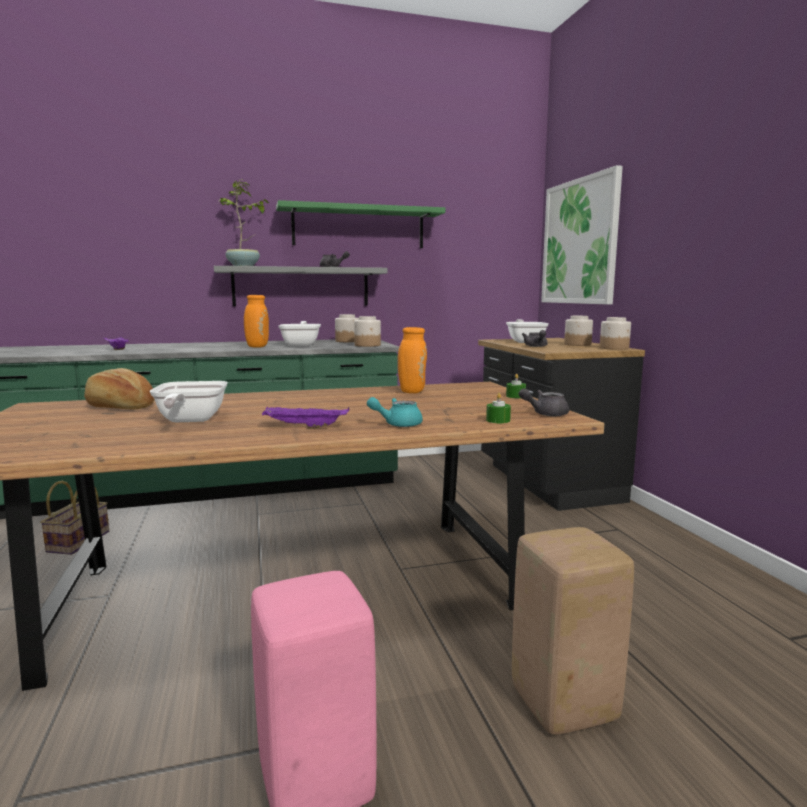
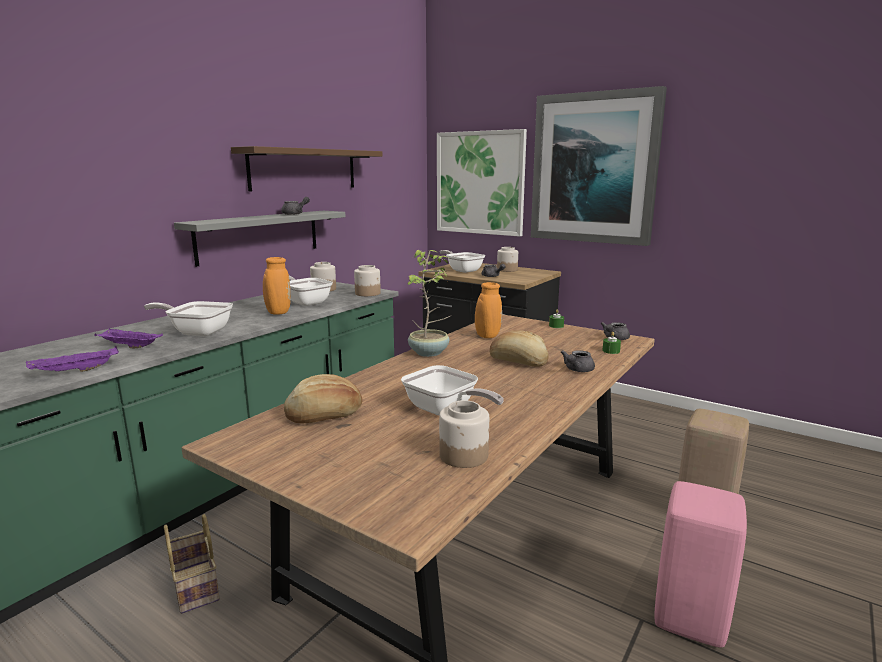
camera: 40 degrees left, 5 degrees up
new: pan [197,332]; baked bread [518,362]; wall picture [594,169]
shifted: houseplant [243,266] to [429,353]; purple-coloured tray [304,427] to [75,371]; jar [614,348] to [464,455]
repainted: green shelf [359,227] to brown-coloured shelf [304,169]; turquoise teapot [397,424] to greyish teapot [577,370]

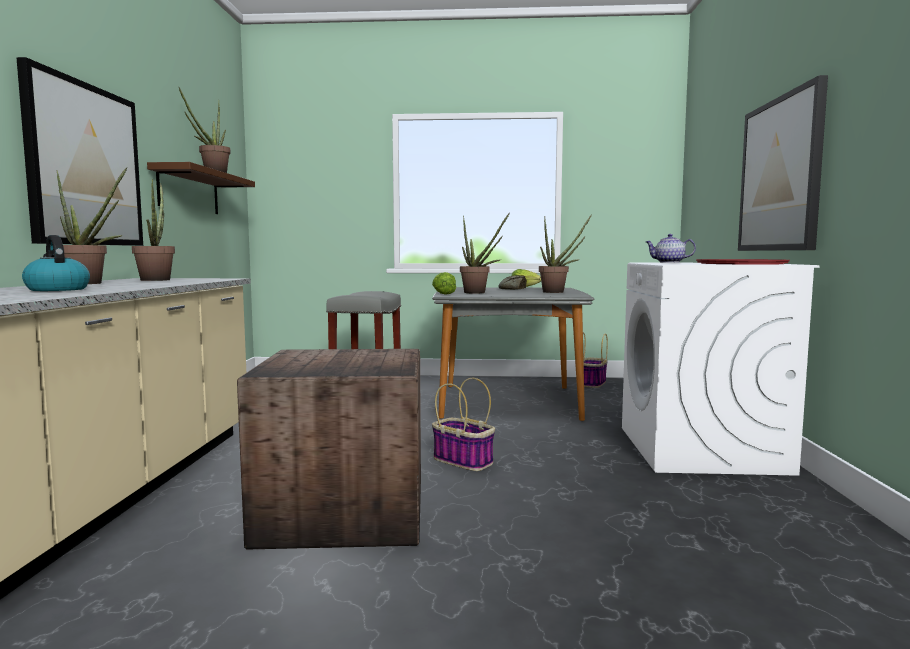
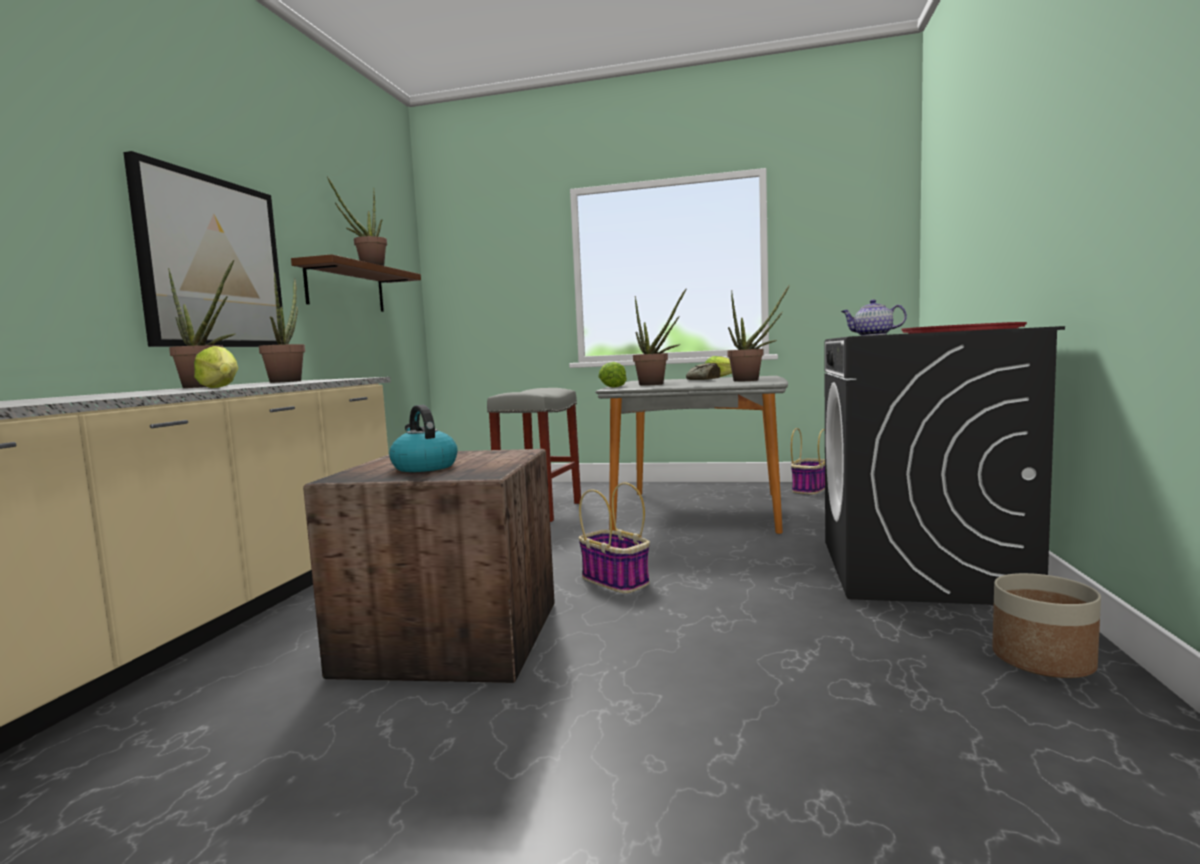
camera: 10 degrees right, 0 degrees up
gone: wall picture [780,175]
new: lettuce head [220,387]; plant pot [1043,660]
shifted: tea kettle [57,289] to [424,467]
repainted: white-coloured laundry machine [701,450] to black-coloured laundry machine [920,571]

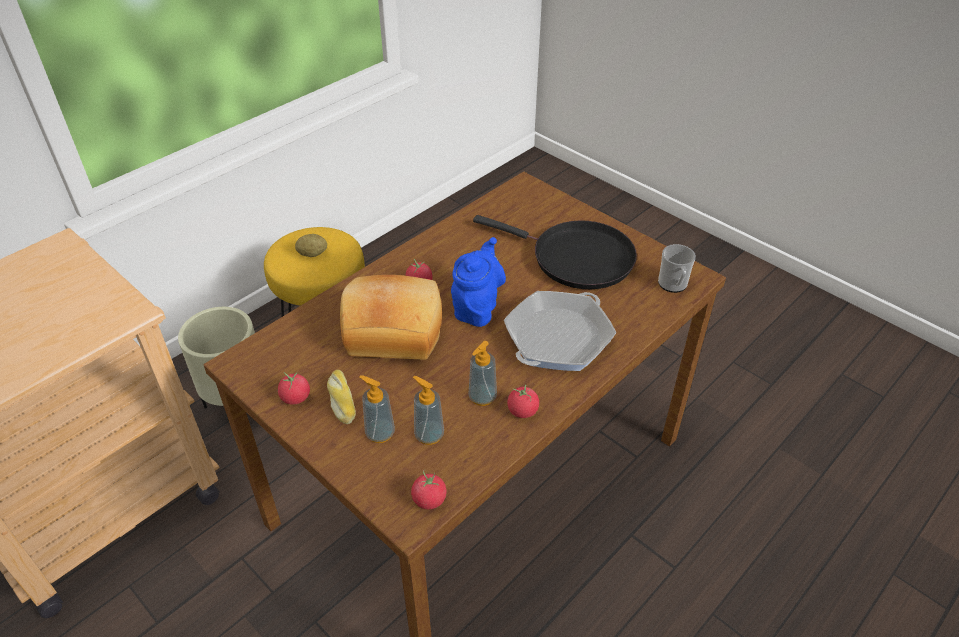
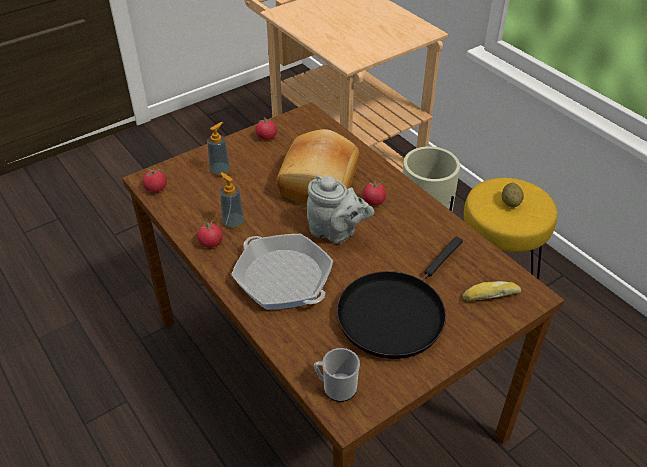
camera: 100 degrees right, 0 degrees up
gone: liquid soap bottle [429,435]
shifted: baked bread [340,401] to [490,295]
repainted: blue teapot [477,307] to greyish teapot [336,232]

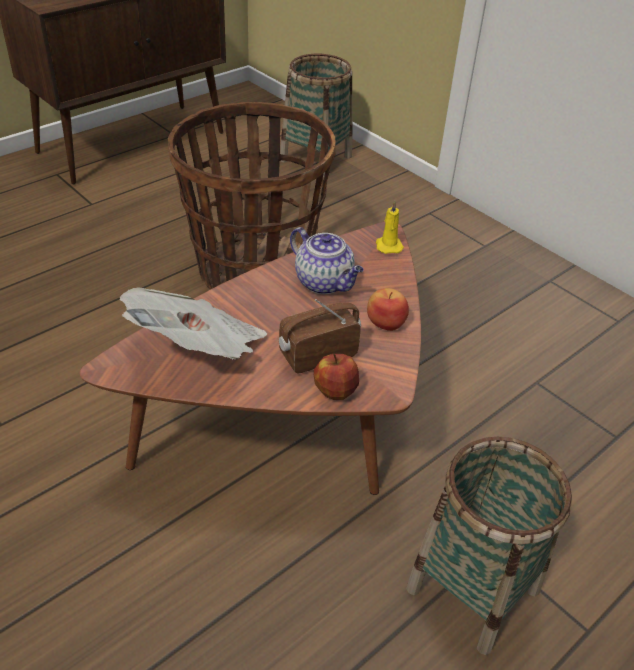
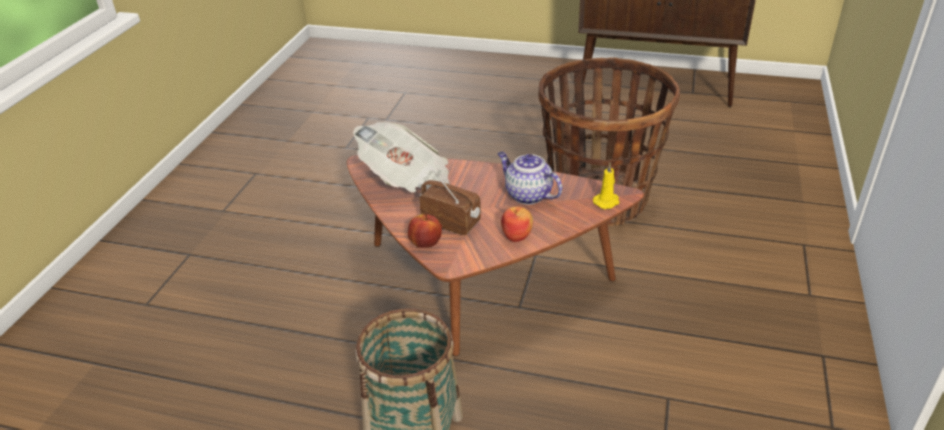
camera: 60 degrees right, 5 degrees down
gone: basket [316,159]
rotated: teapot [325,283] = [527,195] 120 degrees clockwise

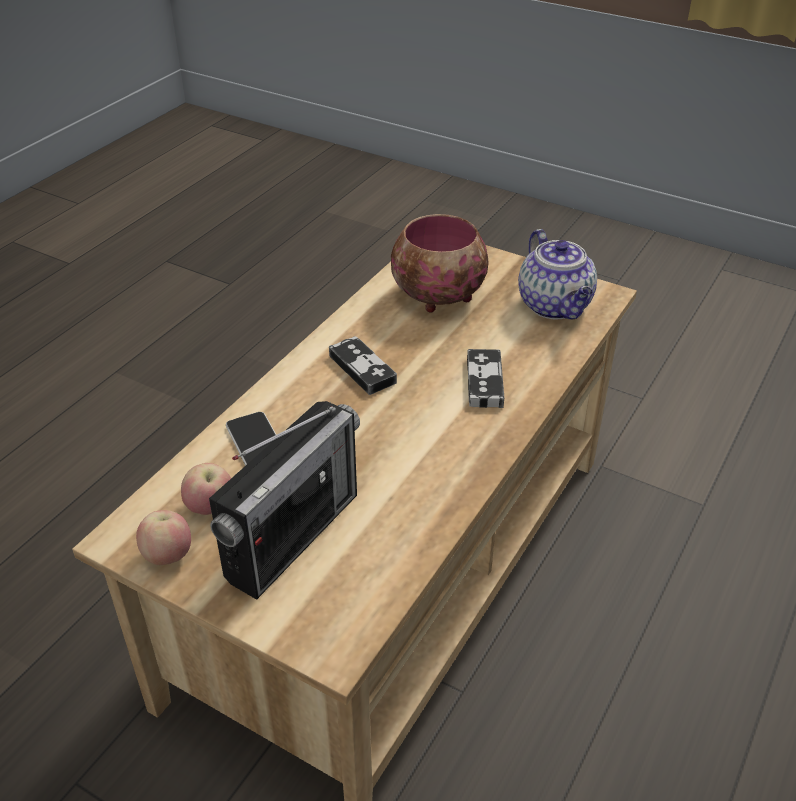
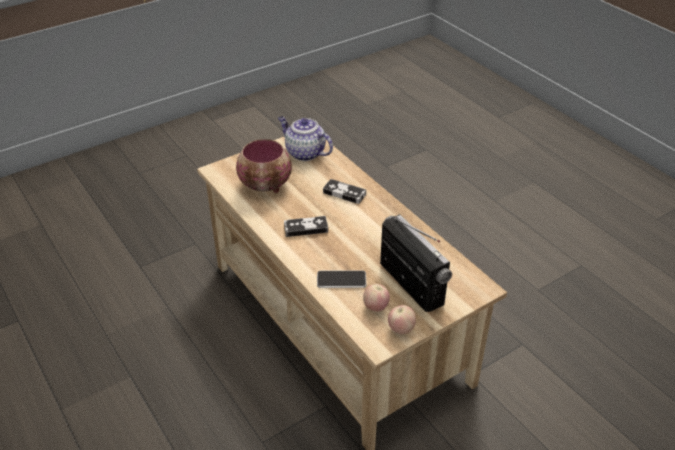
camera: 65 degrees left, 0 degrees up
rotated: teapot [556,306] = [304,153] 150 degrees counterclockwise

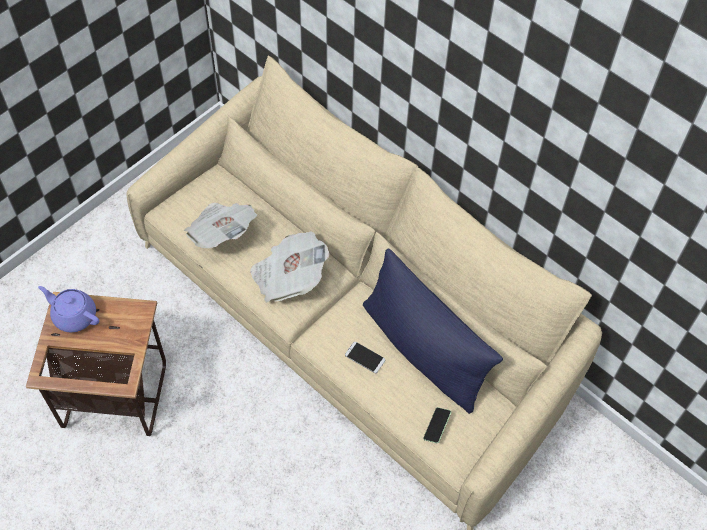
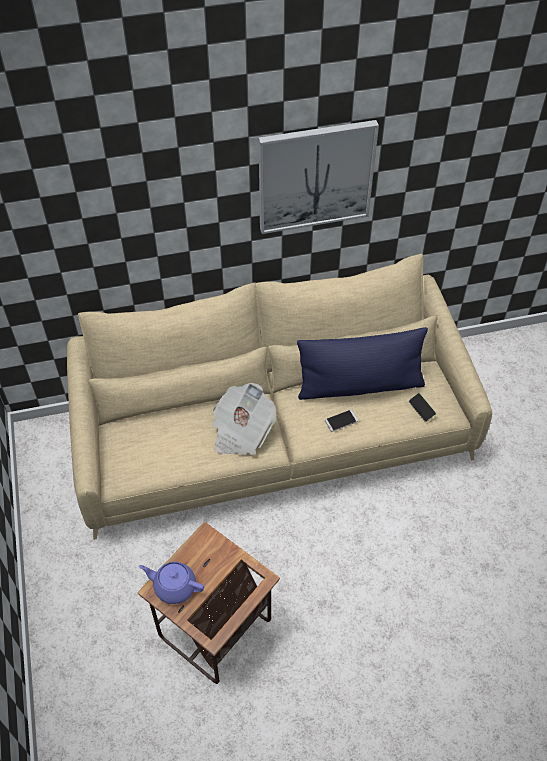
camera: 55 degrees left, 5 degrees down
gone: daily paper [221,233]
new: wall picture [315,176]
rotated: purple-coloured teapot [74,316] = [174,586] 45 degrees clockwise

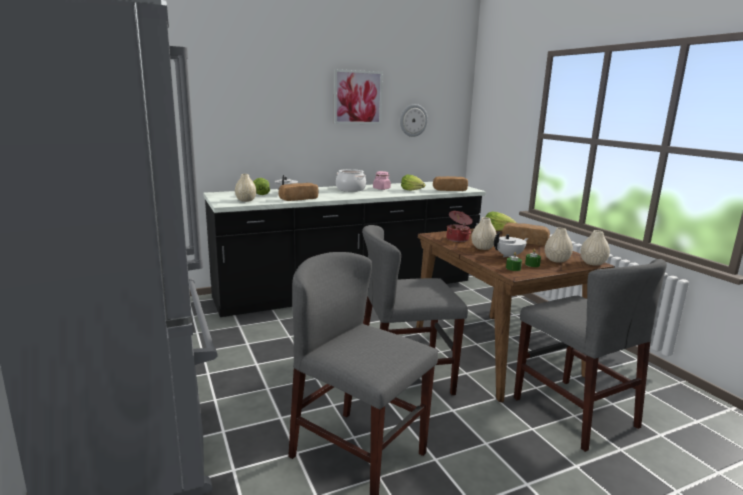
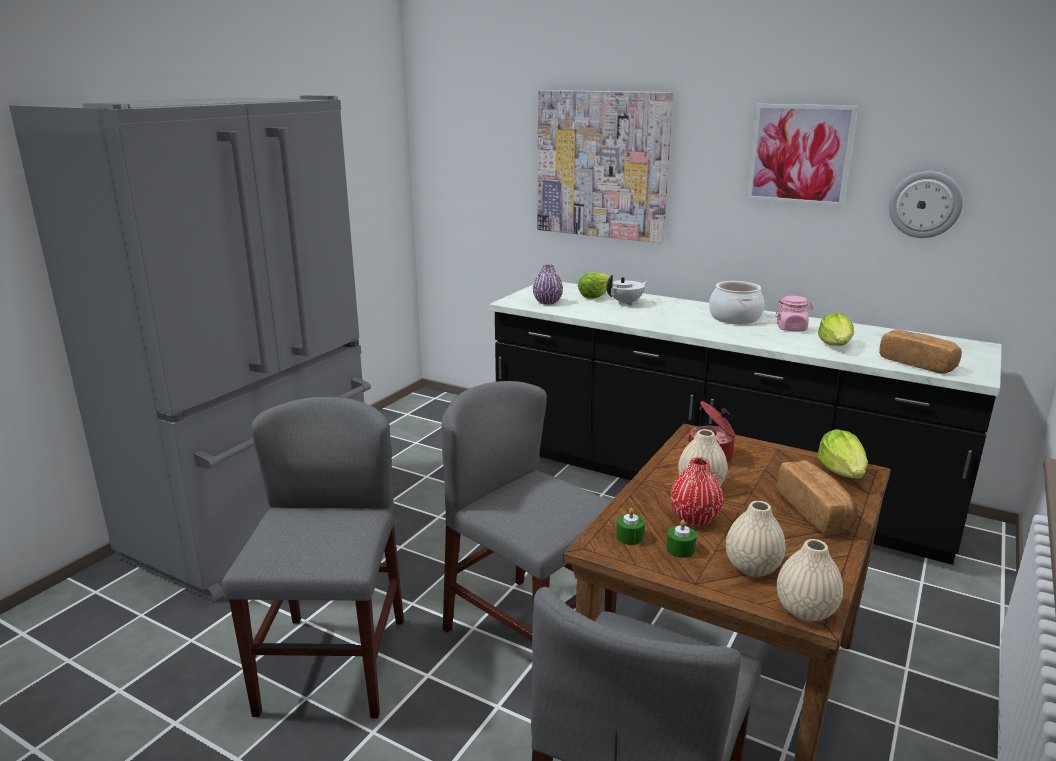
camera: 55 degrees right, 5 degrees up
gone: baked bread [298,199]
new: wall picture [602,165]
swapped: white-coloured teapot [509,256] to reddish vase [694,518]
repainted: sand-coloured vase [246,200] to purple-coloured vase [547,302]

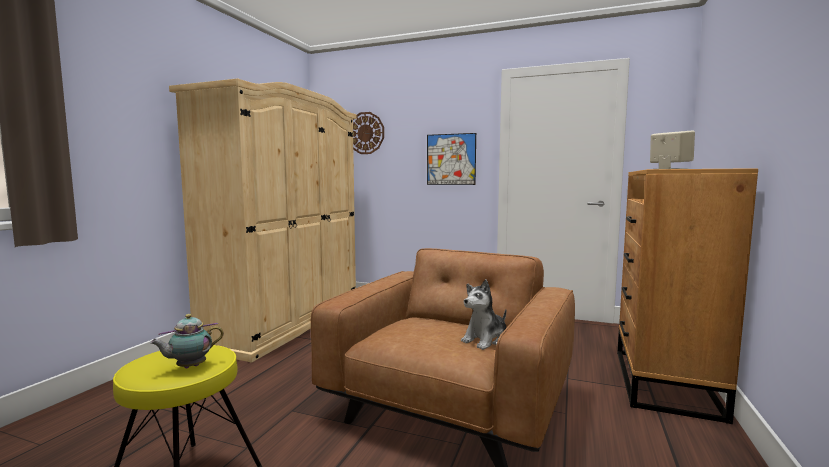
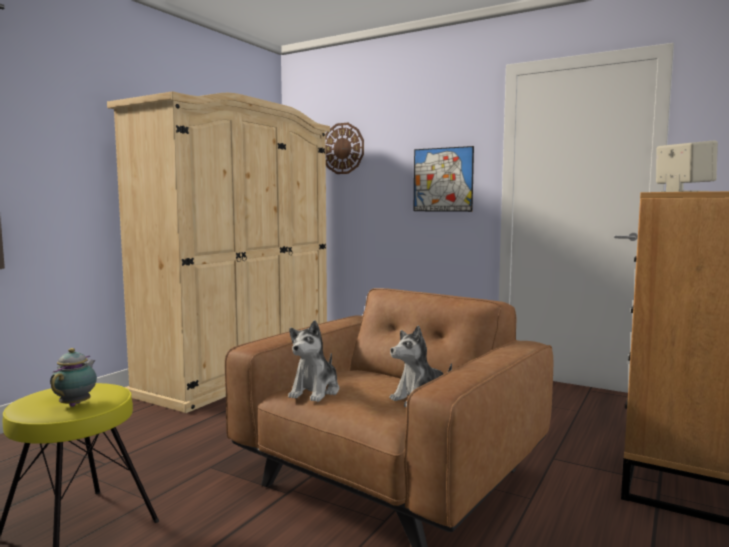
camera: 10 degrees right, 0 degrees up
new: plush toy [315,391]
rotated: teapot [189,367] = [77,404] 120 degrees clockwise

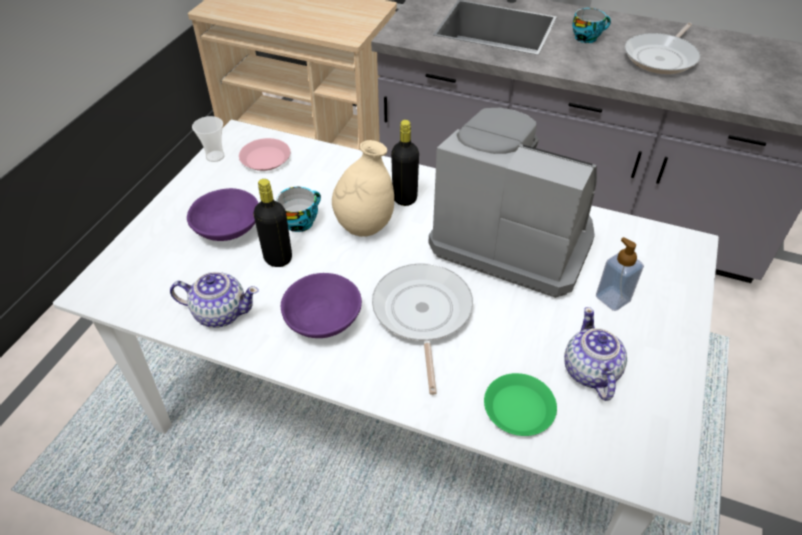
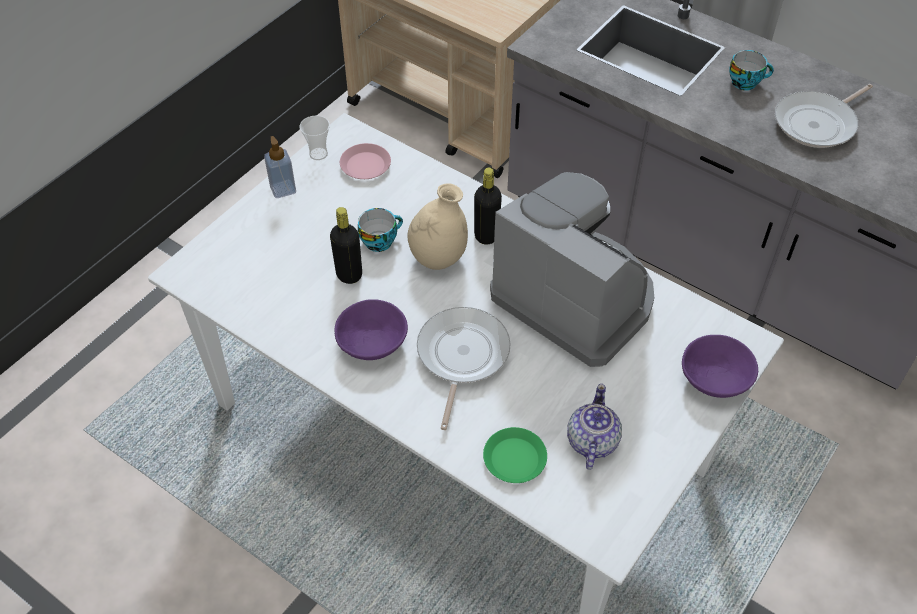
camera: 15 degrees right, 5 degrees up
gone: teapot [220,312]
shifted: purple-coloured deep dish [227,229] to [714,378]; liquid soap bottle [612,298] to [283,189]

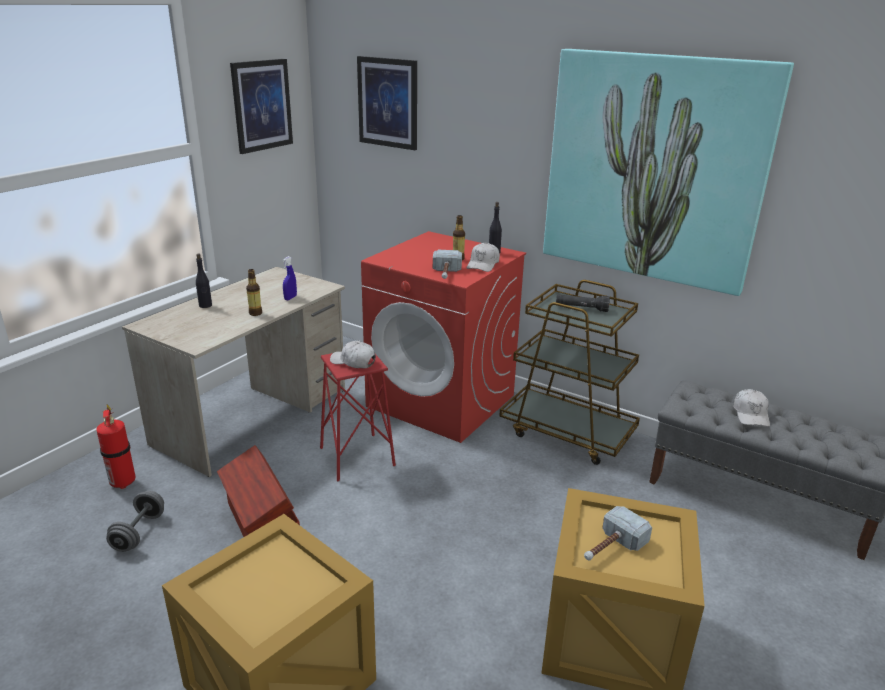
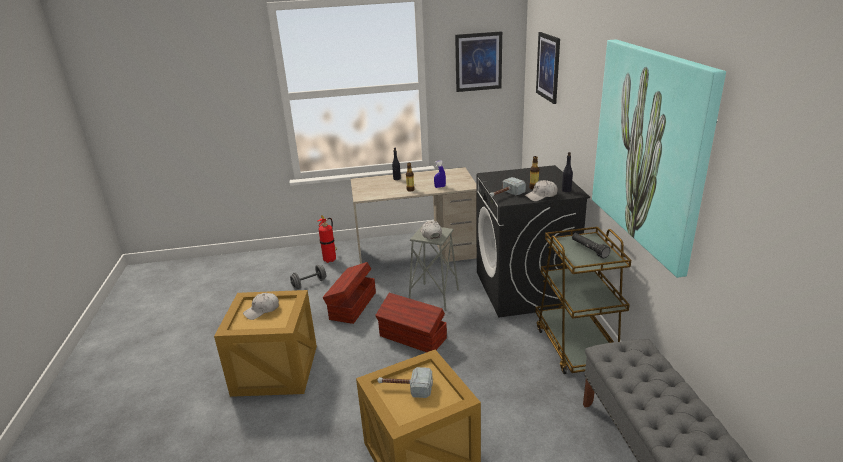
camera: 50 degrees right, 0 degrees up
new: brown-coloured storage box [413,338]
shifted: white-coloured cap [751,414] to [262,310]
repainted: reddish stool seat [356,457] to greyish stool seat [434,297]; reddish laundry machine [442,401] to black-coloured laundry machine [524,289]

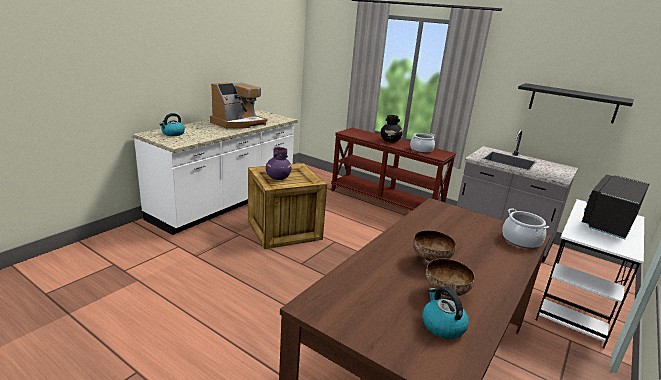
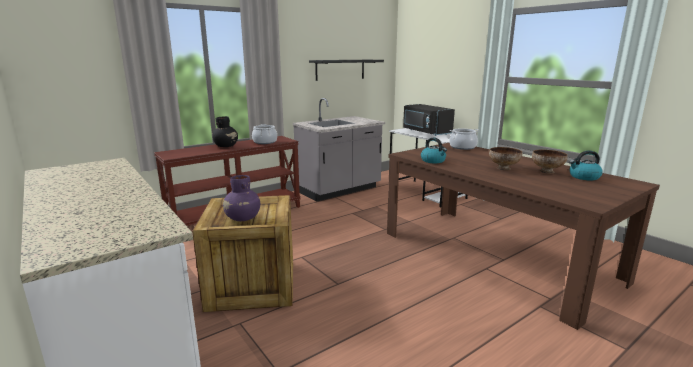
camera: 70 degrees left, 5 degrees down
gone: coffee machine [238,123]
shifted: tea kettle [173,134] to [433,161]

